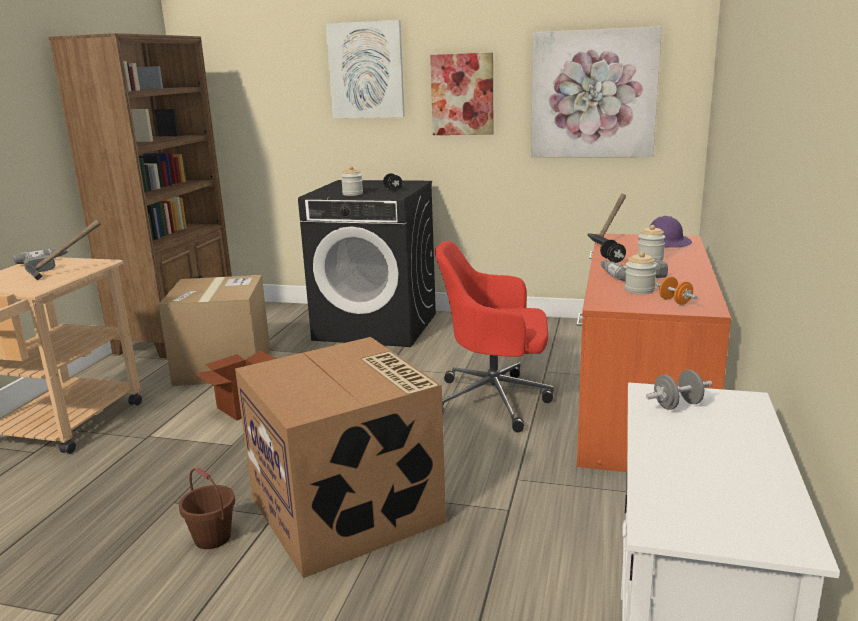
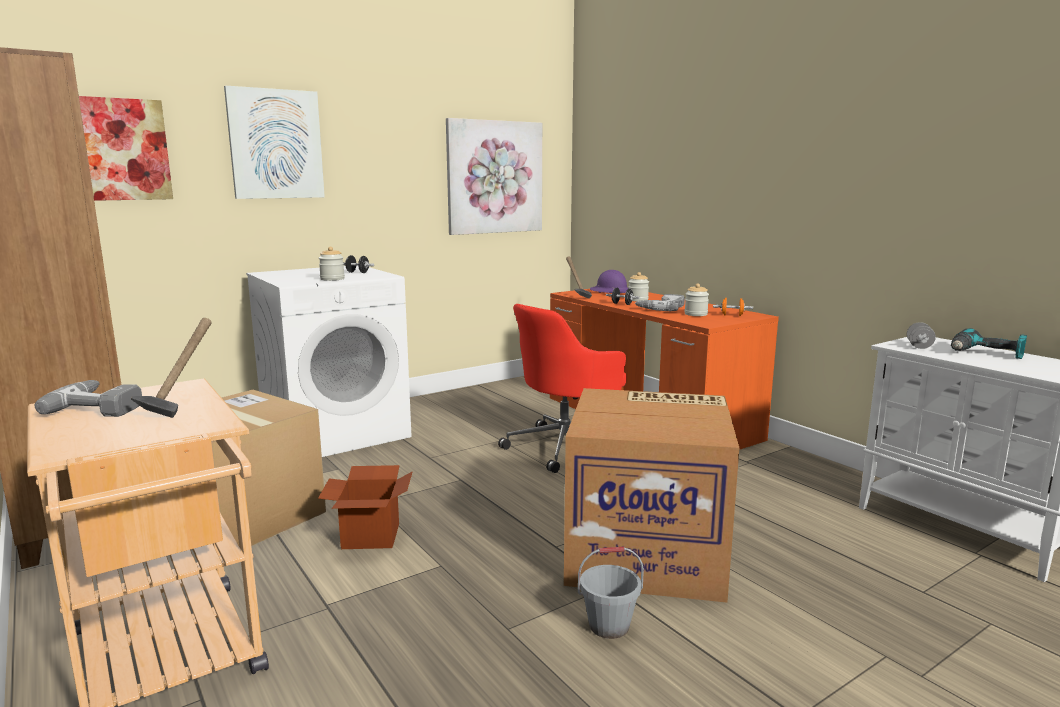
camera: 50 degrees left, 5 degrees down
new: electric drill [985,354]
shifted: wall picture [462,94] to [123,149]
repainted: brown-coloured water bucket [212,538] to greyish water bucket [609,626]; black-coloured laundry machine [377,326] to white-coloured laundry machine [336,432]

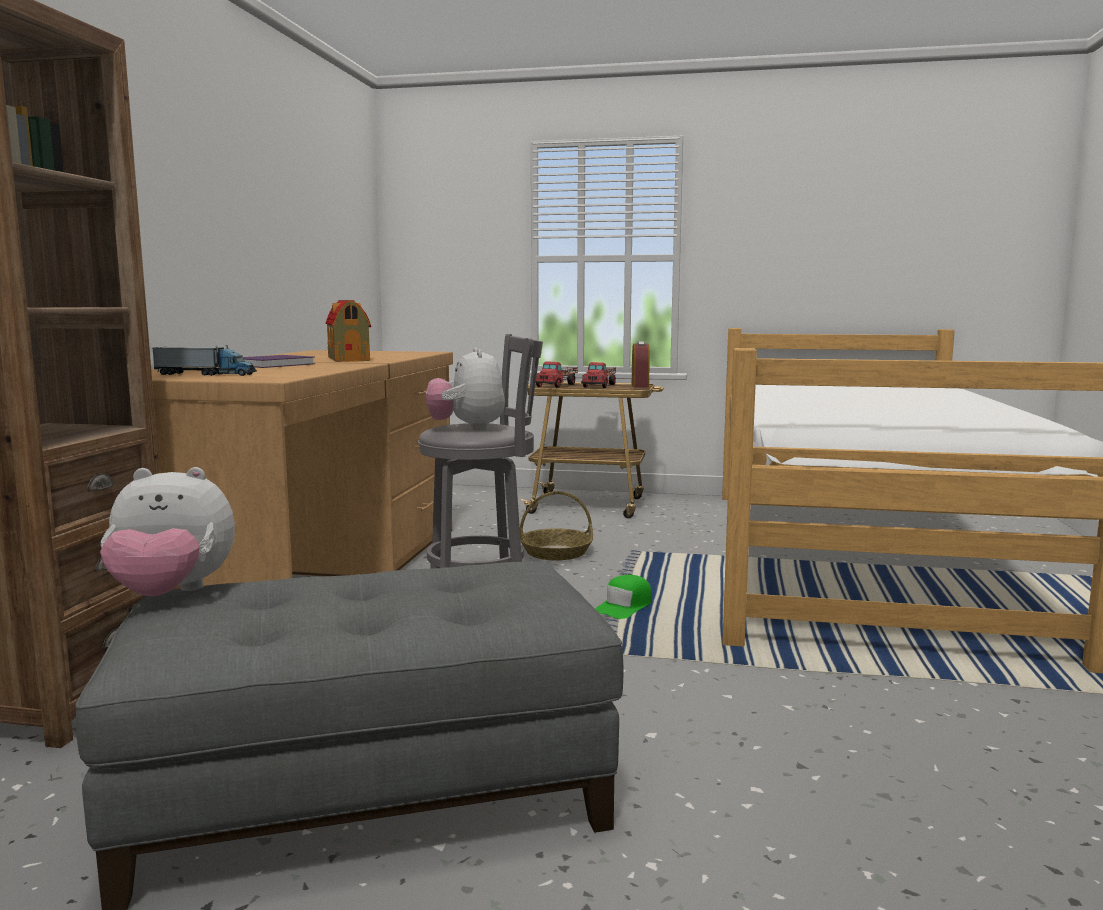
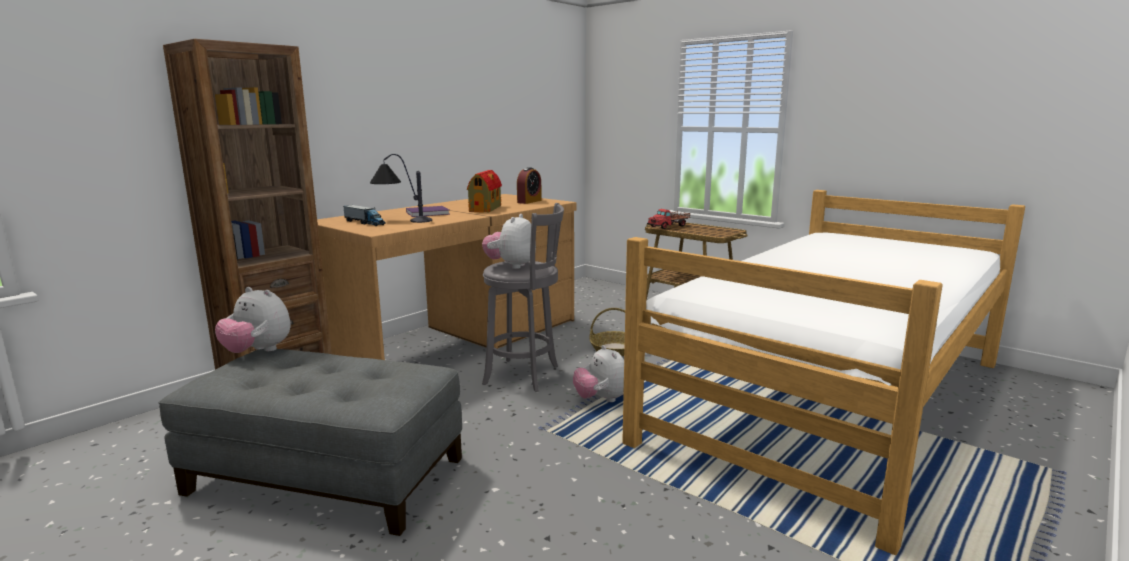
camera: 30 degrees right, 5 degrees up
gone: toy truck [599,386]
new: lamp for a table [400,220]
shifted: table clock [640,385] to [529,201]
swapped: green cap [624,607] to plush toy [601,399]

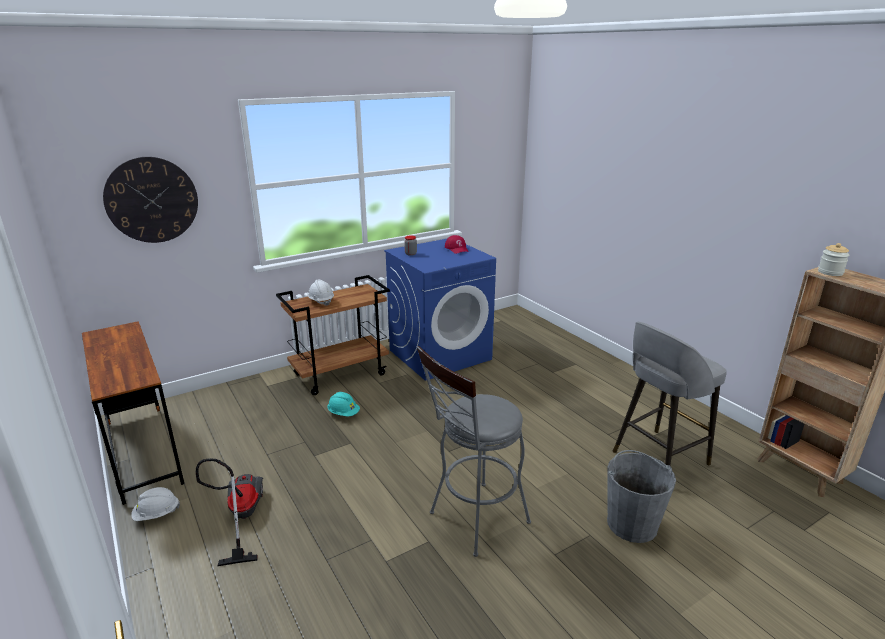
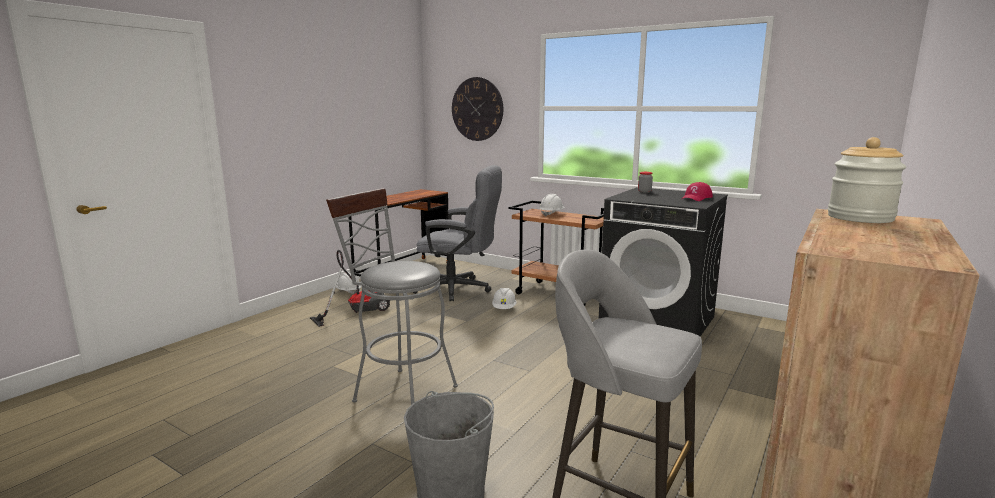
camera: 65 degrees right, 10 degrees down
new: greyish office chair [459,289]
repainted: turquoise hard hat [343,413] to white-coloured hard hat [504,309]; blue laundry machine [440,354] to black-coloured laundry machine [658,321]

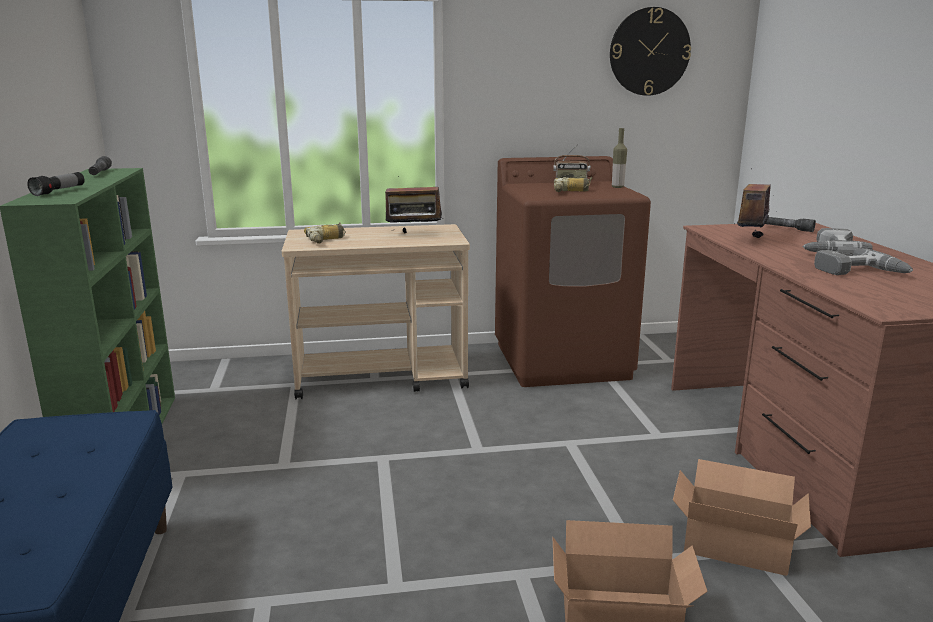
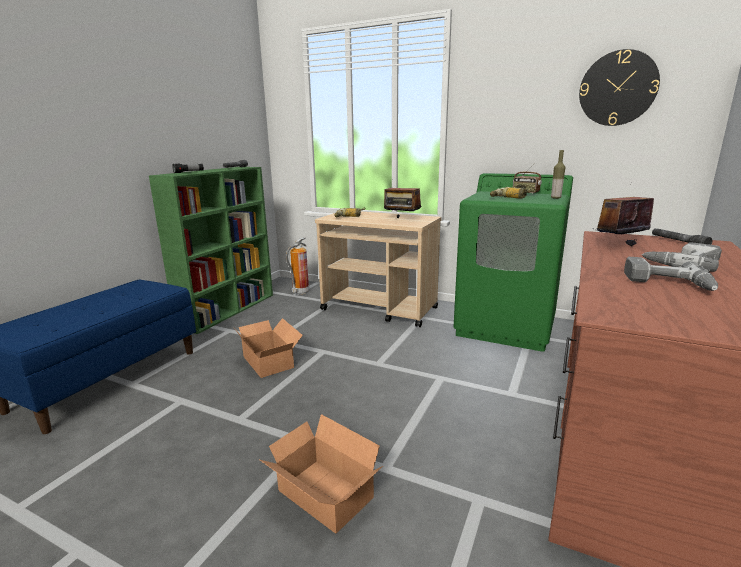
camera: 35 degrees right, 0 degrees up
new: fire extinguisher [300,292]
shifted: carton [733,542] to [269,361]
repainted: brown-coloured laundry machine [562,360] to green laundry machine [506,326]

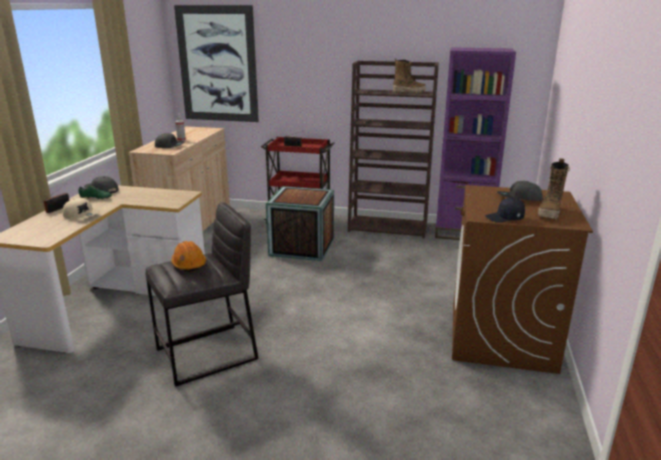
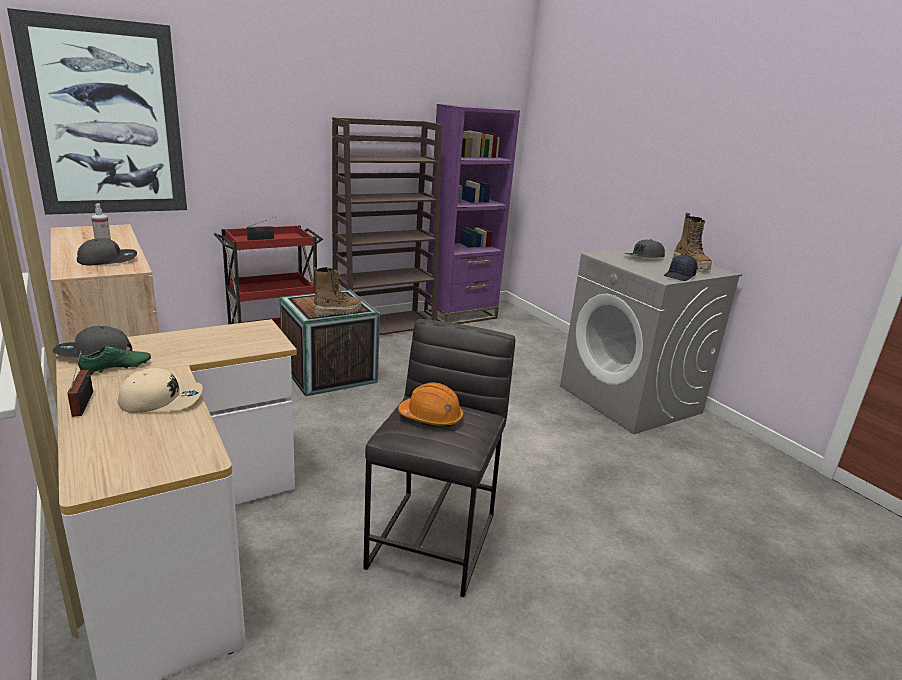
camera: 45 degrees left, 0 degrees up
shifted: boot [409,92] to [337,312]
repainted: brown-coloured laundry machine [502,337] to greyish laundry machine [630,399]

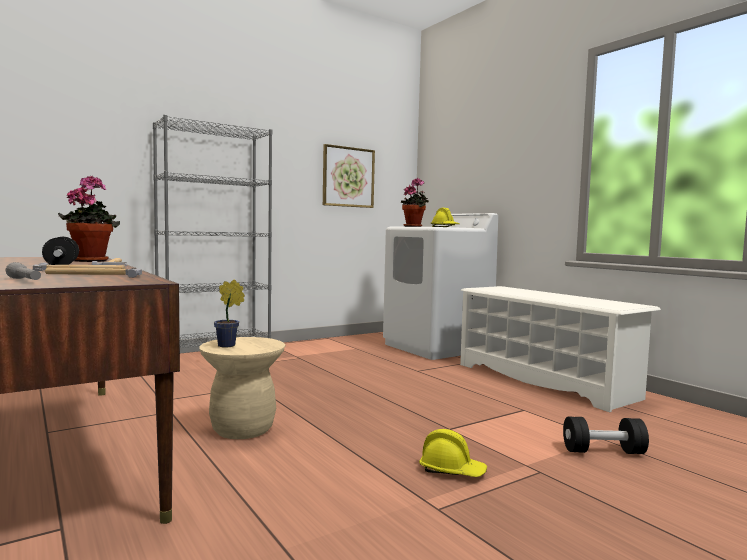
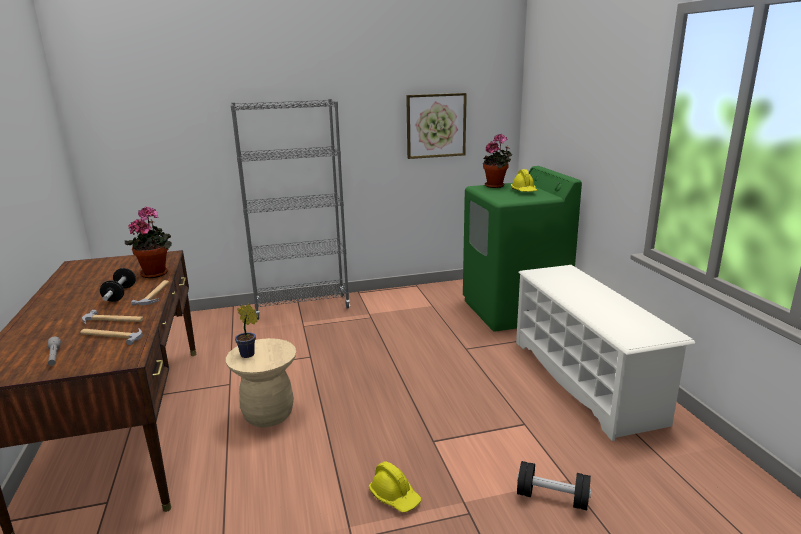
camera: 20 degrees right, 15 degrees up
repainted: white-coloured laundry machine [437,347] to green laundry machine [514,310]

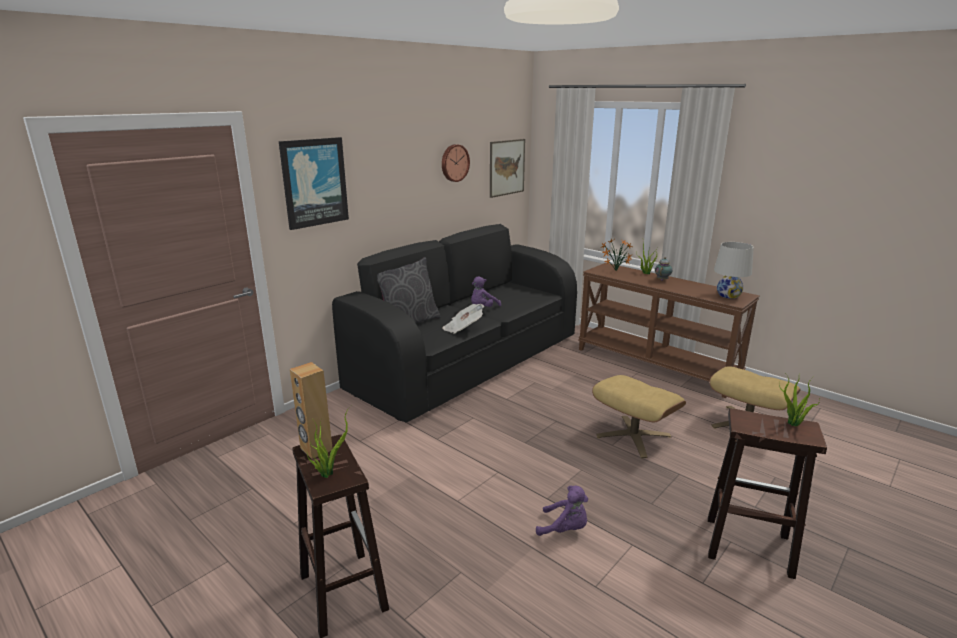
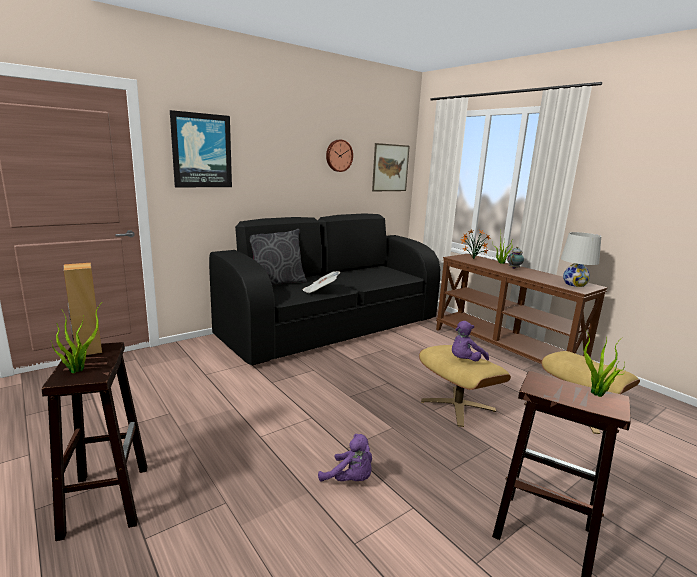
camera: 10 degrees right, 5 degrees down
shifted: purple-coloured plush toy [483,308] to [465,361]

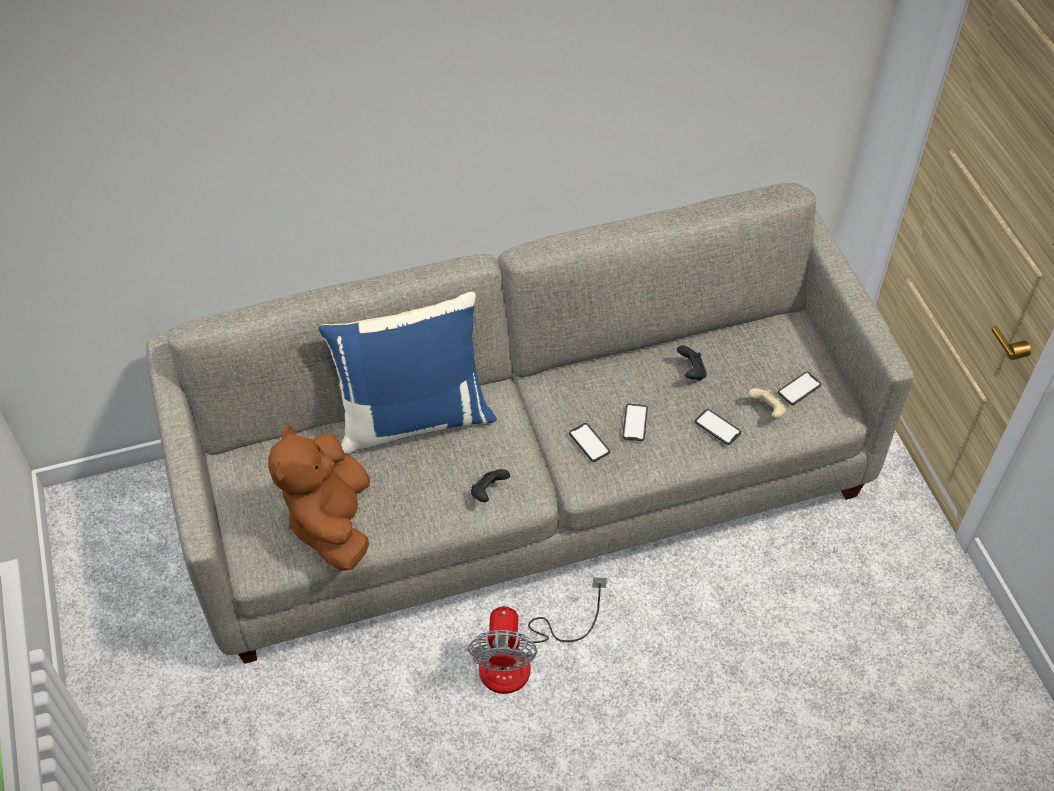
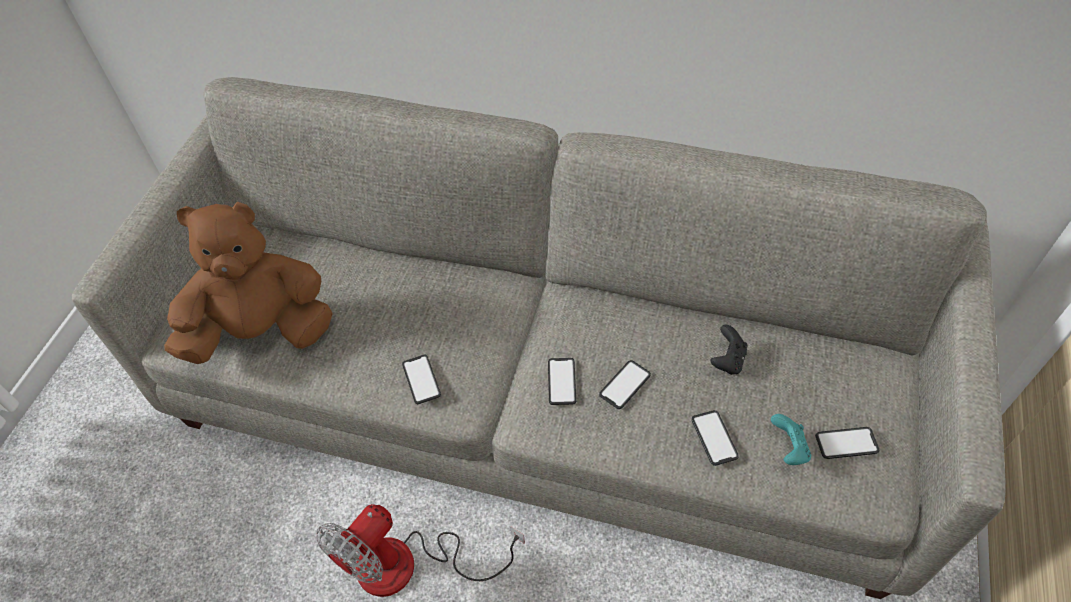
camera: 35 degrees right, 0 degrees up
gone: blue cushion [414,417]
swapped: black-coloured game controller [488,492] to telephone [421,379]
repainted: sand-coloured game controller [767,410] to turquoise game controller [788,449]
rotated: brown-coloured plush toy [332,522] = [262,332] 45 degrees clockwise

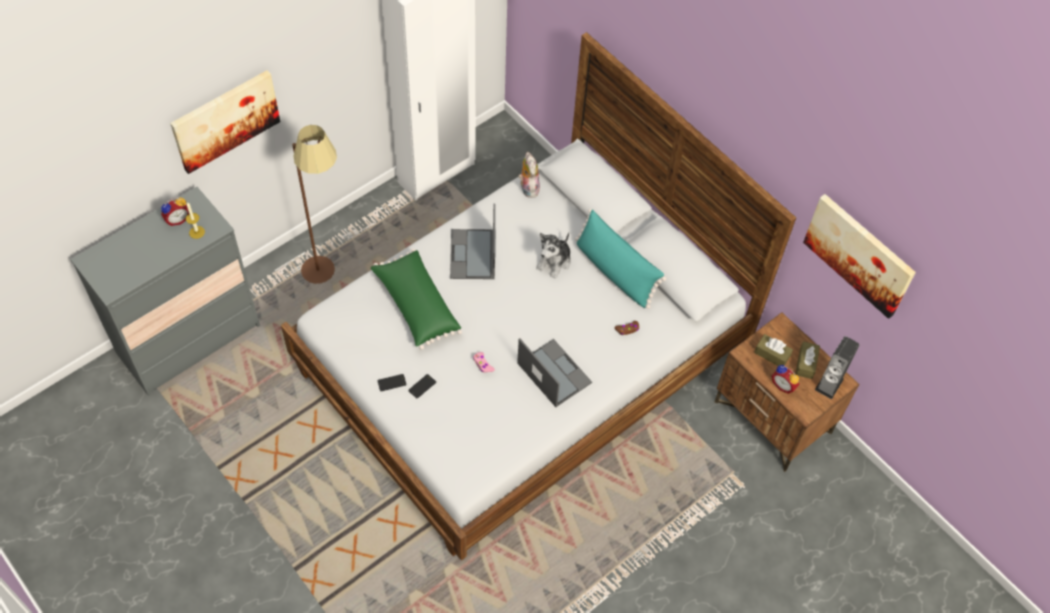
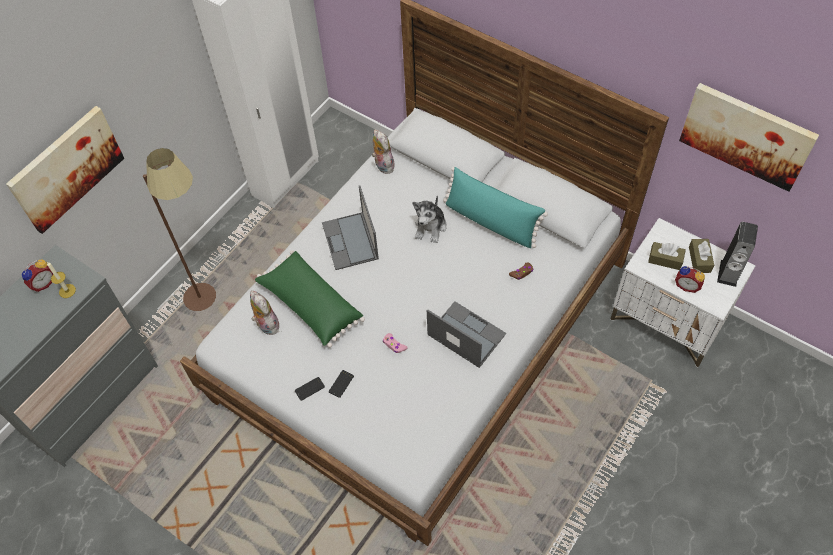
camera: 10 degrees left, 0 degrees up
new: plush toy [266,324]
repainted: brown-coloured bedside table [773,417] to white-coloured bedside table [669,319]

